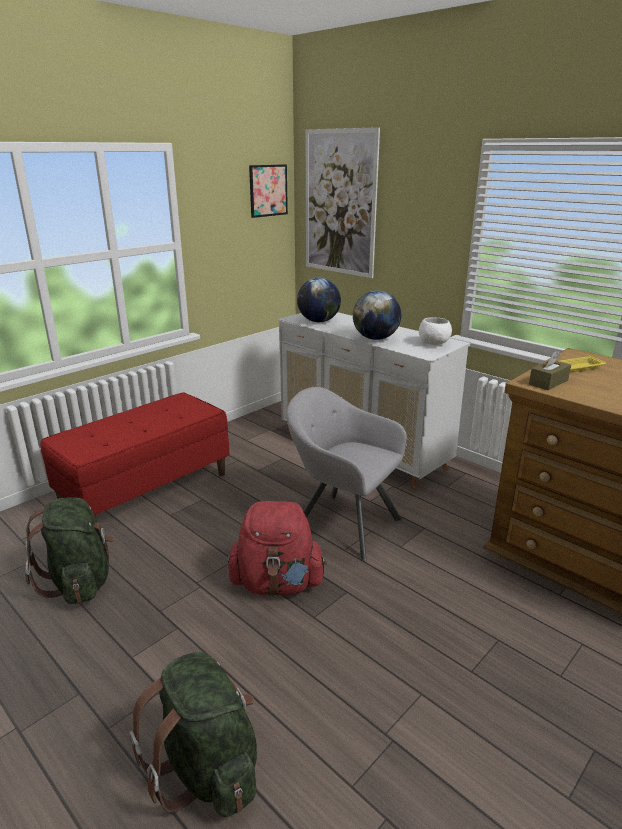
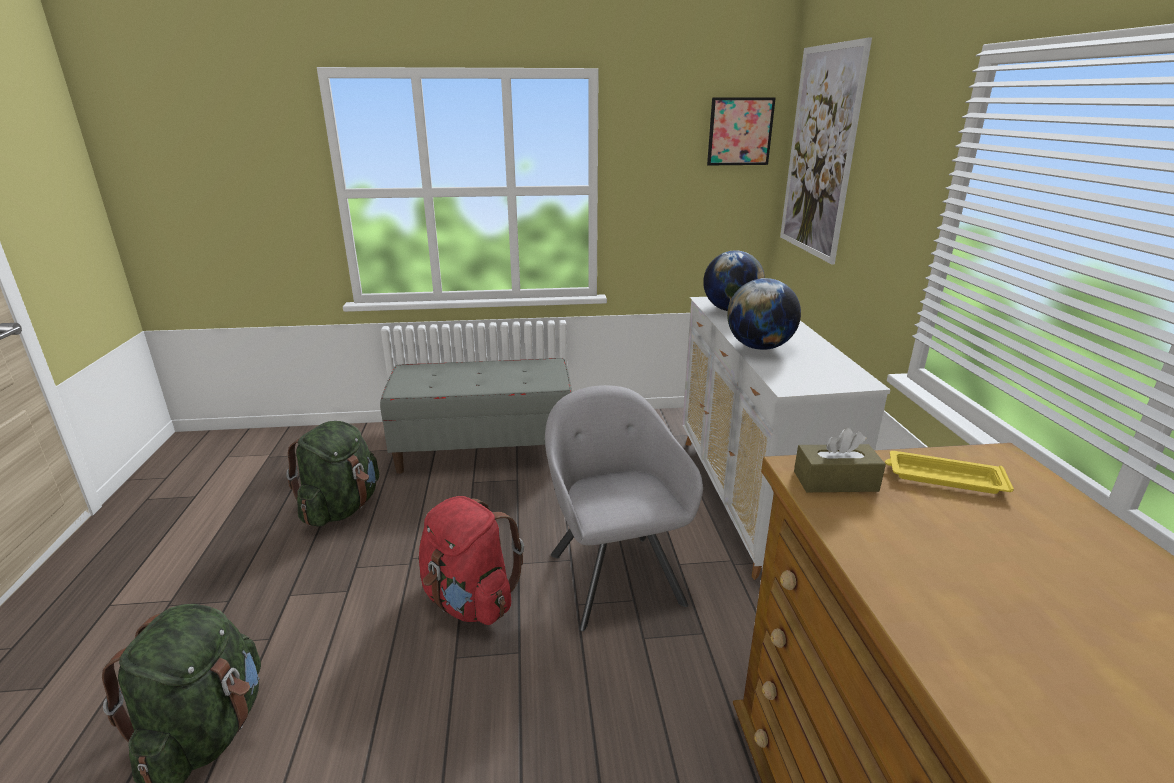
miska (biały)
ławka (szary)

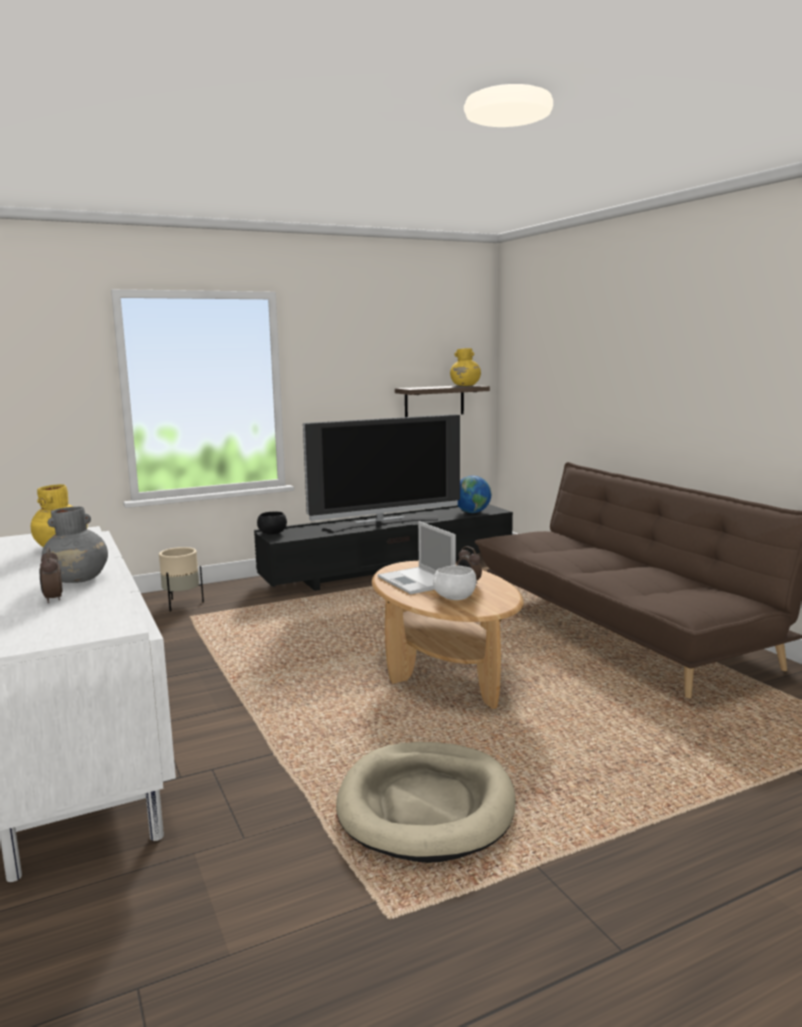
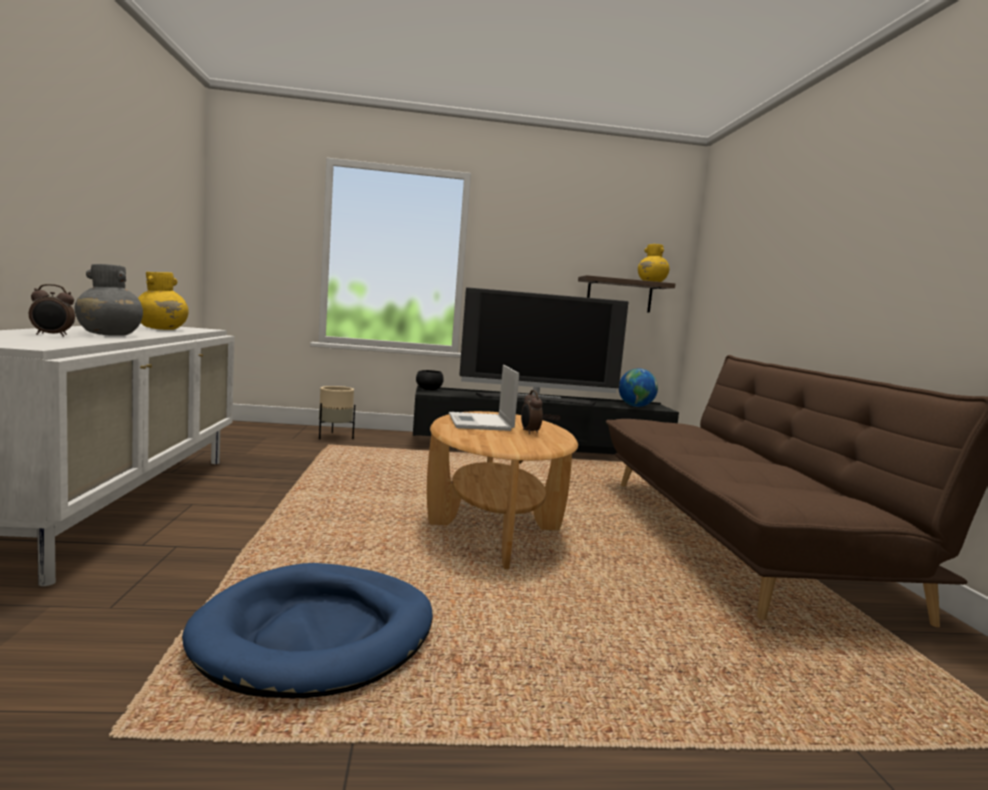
miska (biały)
legowisko (niebieski)
budzik (1st from left)

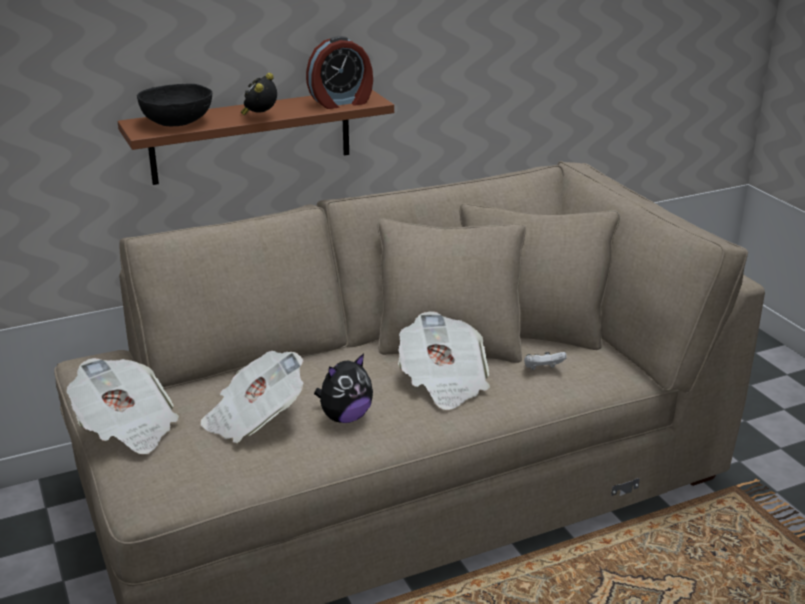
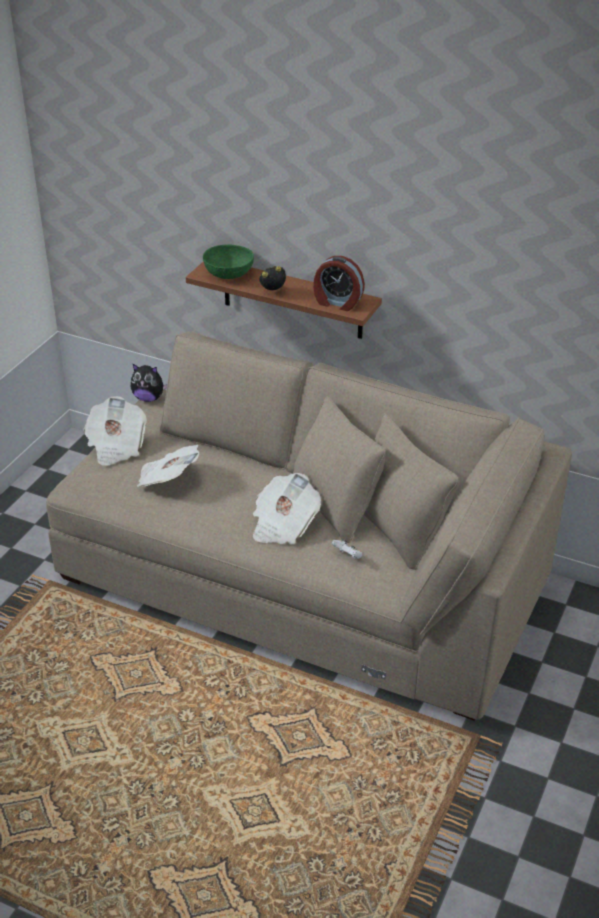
pluszak
miska (zielony)

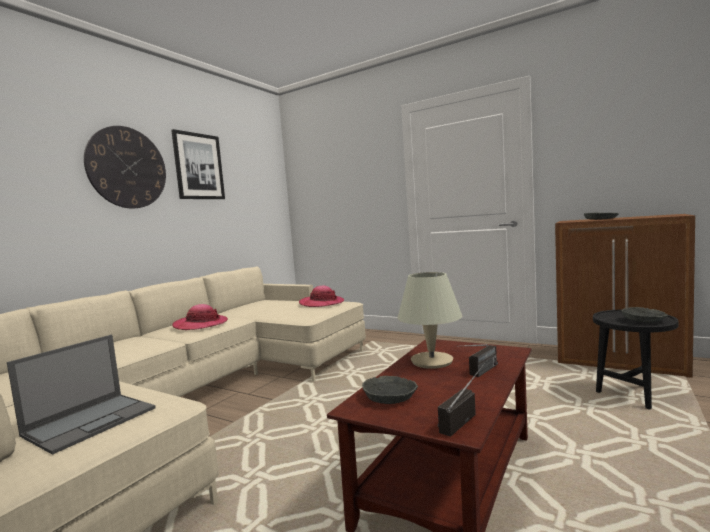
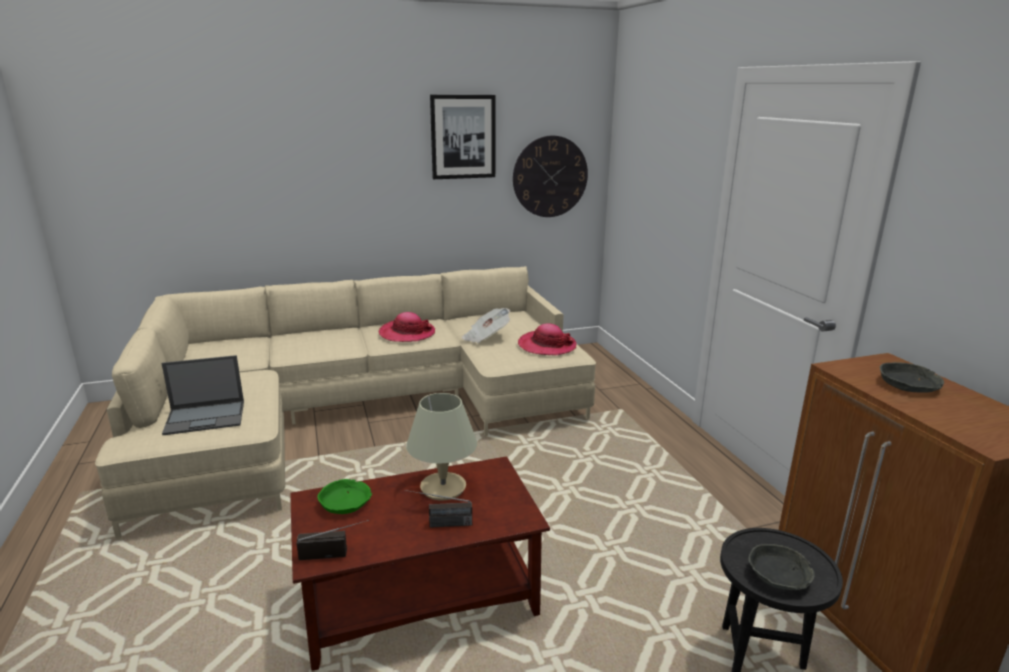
gazeta
zegar ścienny
miska (zielony)

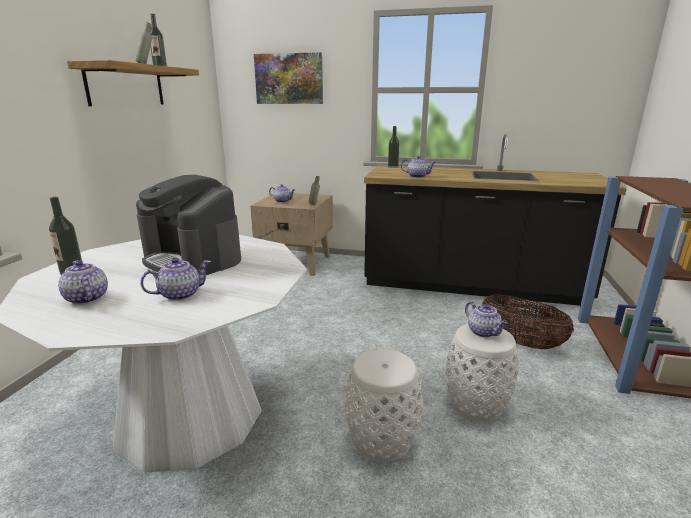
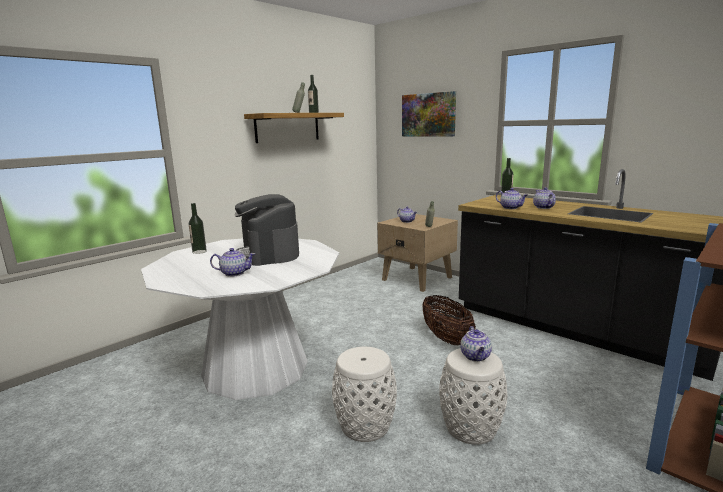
imbryk (5th from left)
koszyk

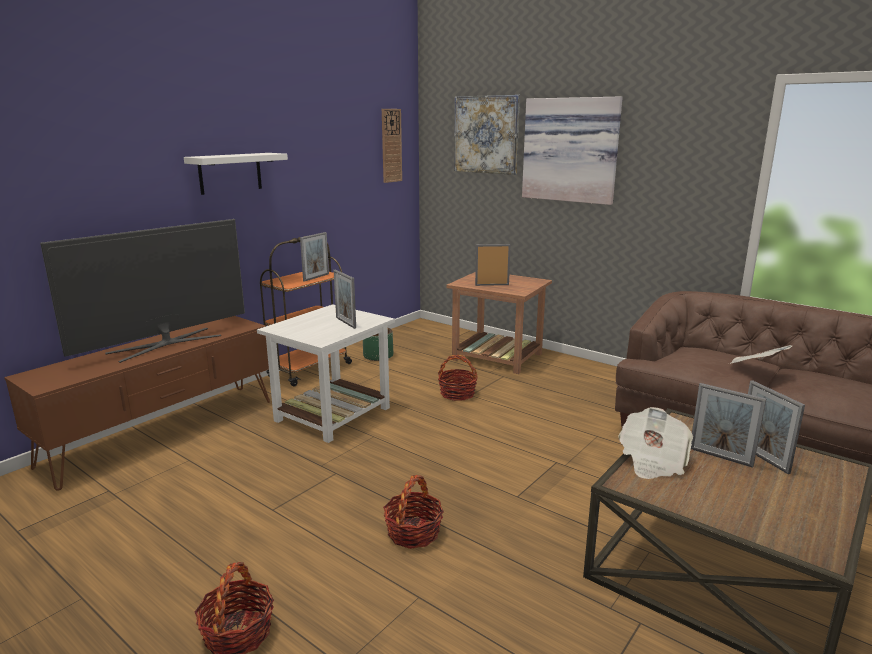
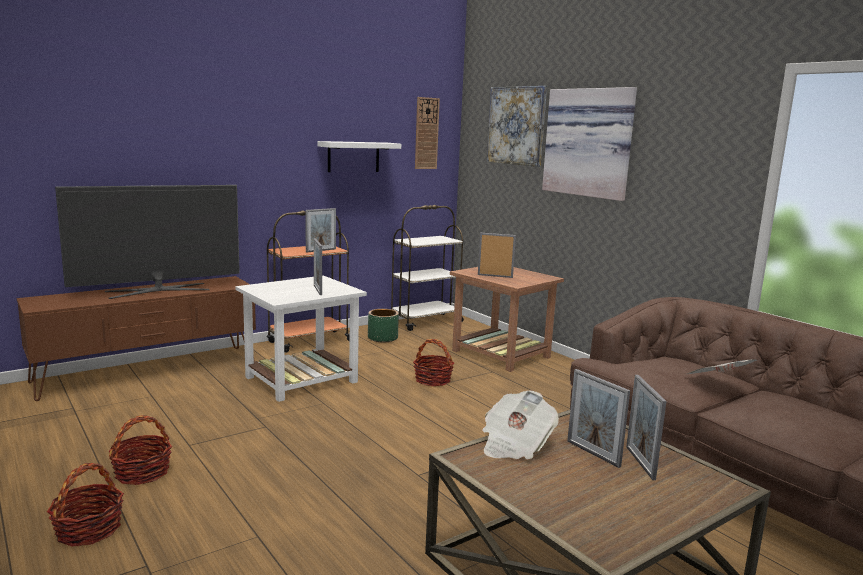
wózek (biały)
półka (biały)
koszyk (2nd from left)

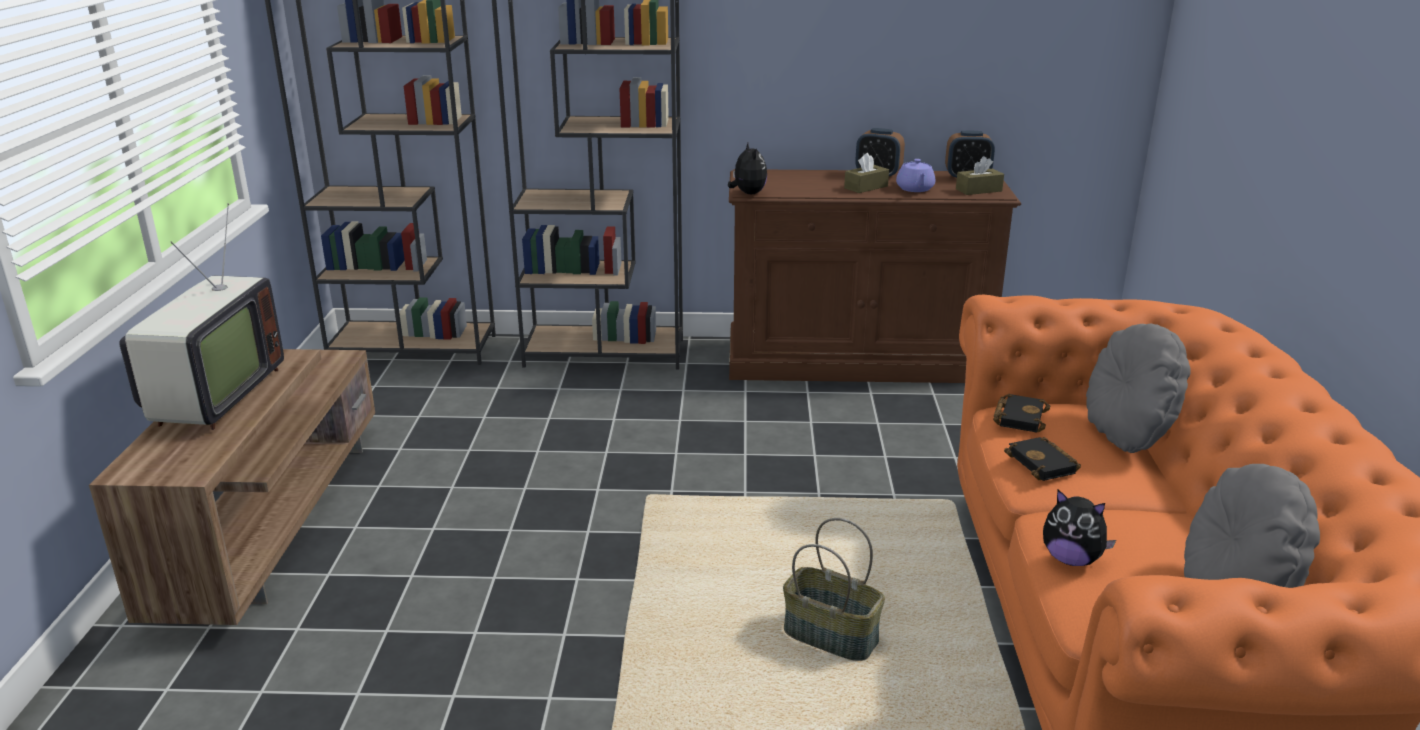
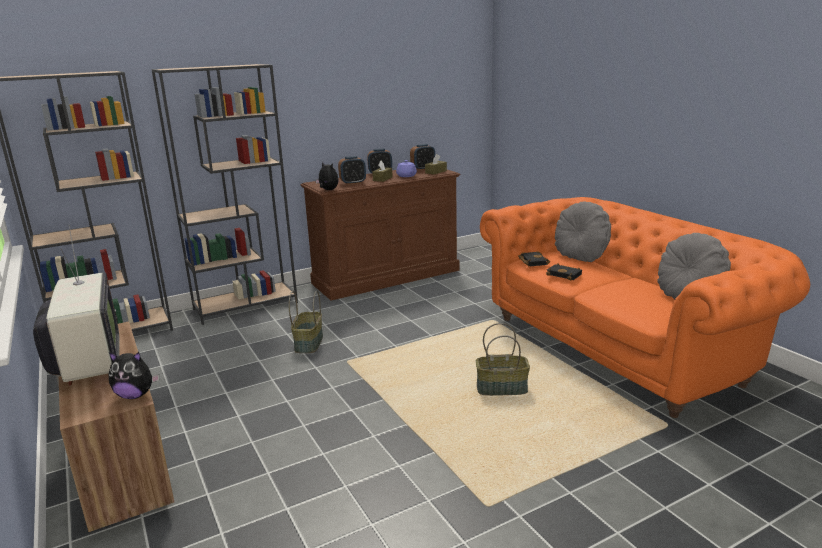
koszyk (1st from left)
budzik (1st from left)
pluszak (1st from left)

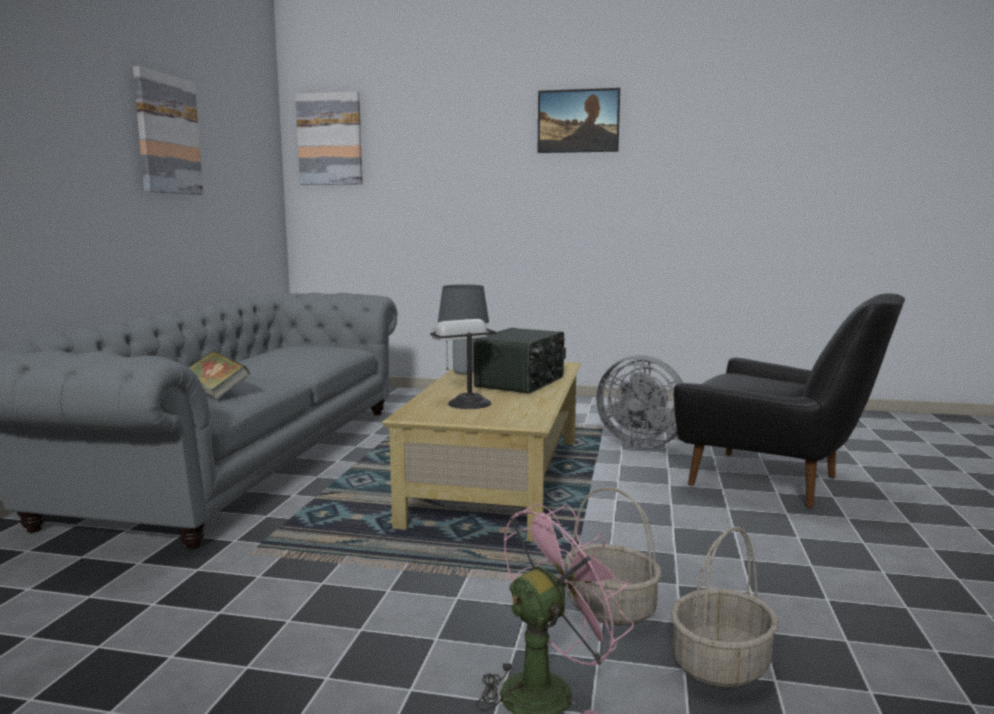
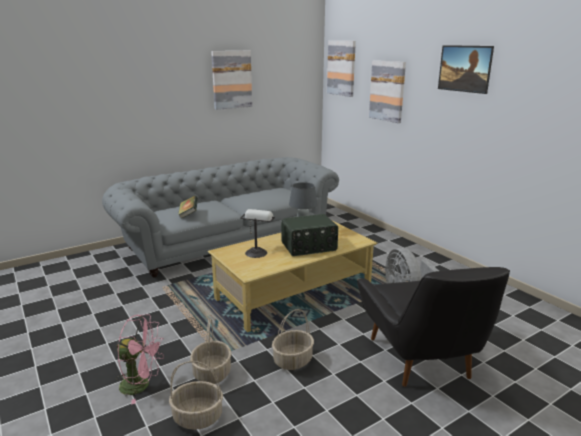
koszyk (3rd from left)
obraz (3rd from left)

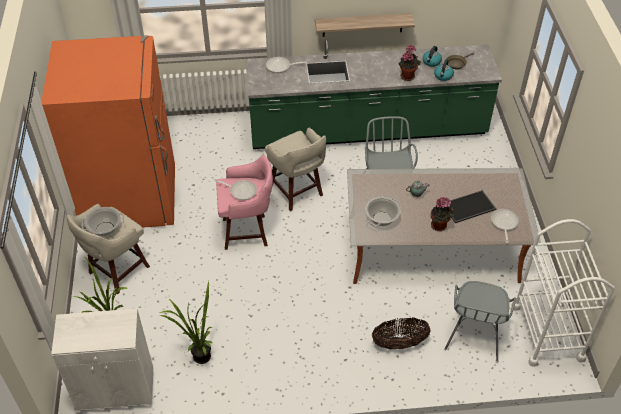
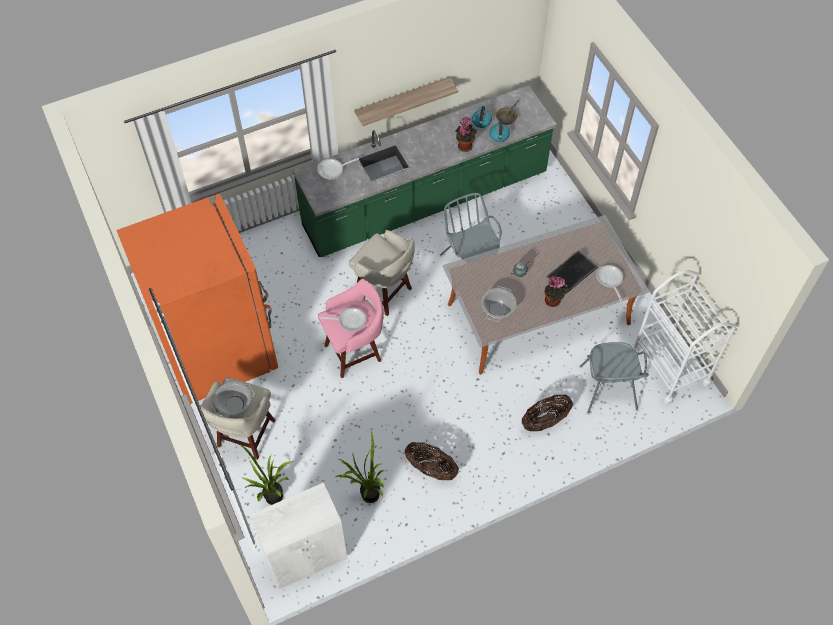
koszyk (1st from left)

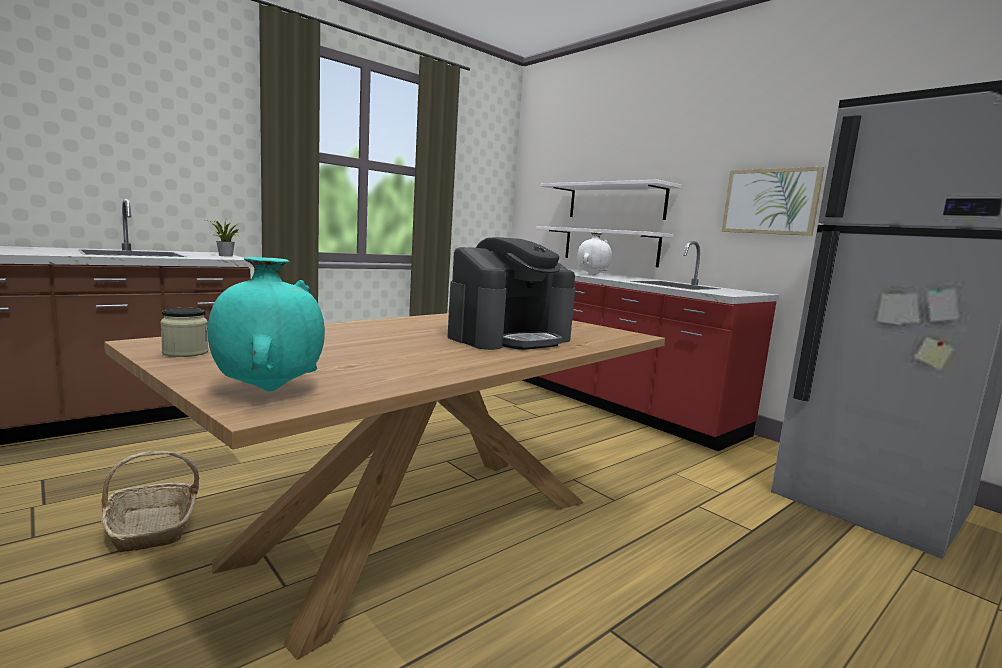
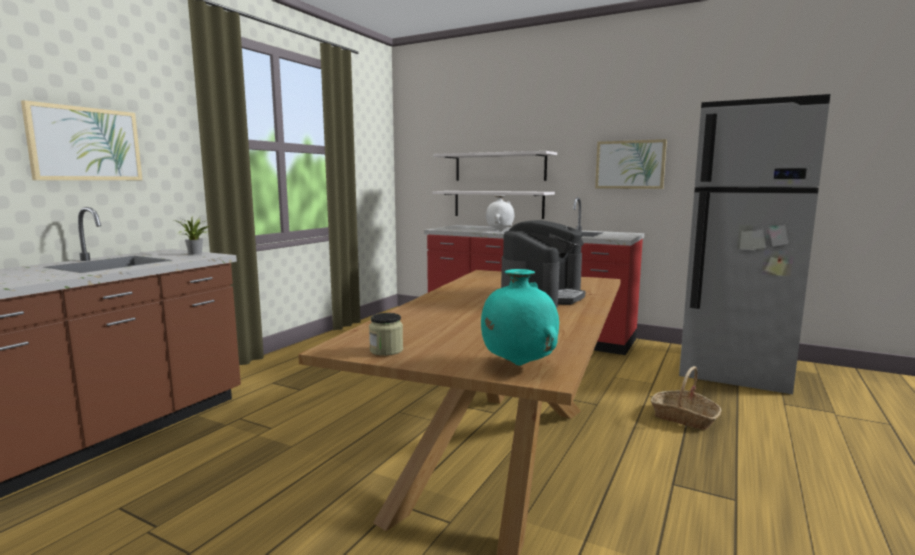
obraz (1st from left)
koszyk

